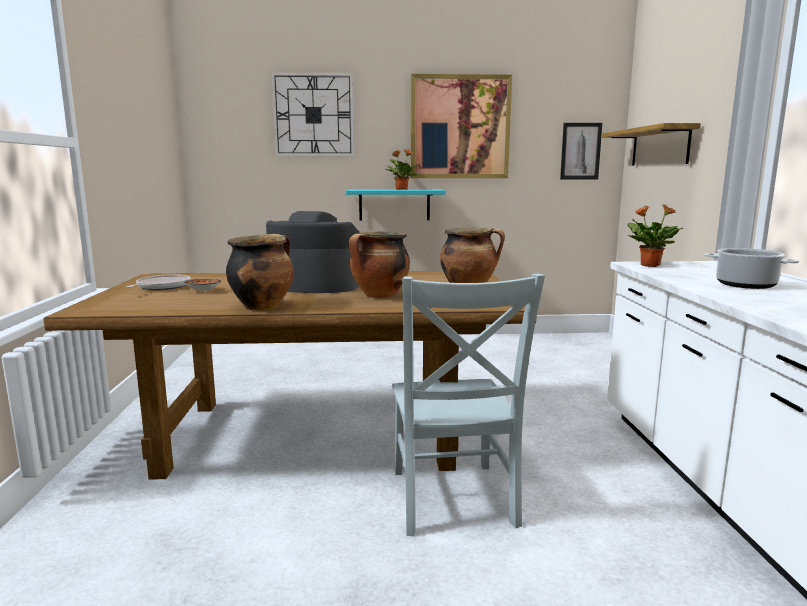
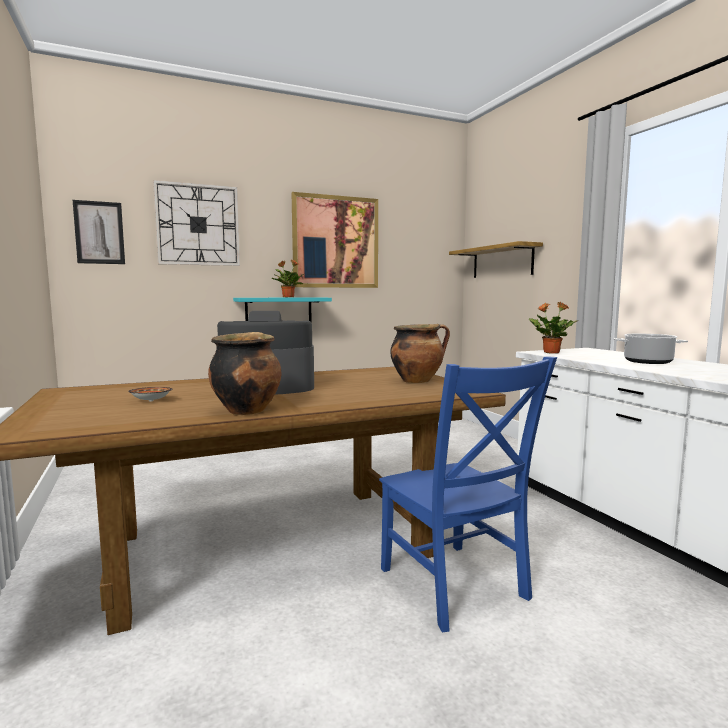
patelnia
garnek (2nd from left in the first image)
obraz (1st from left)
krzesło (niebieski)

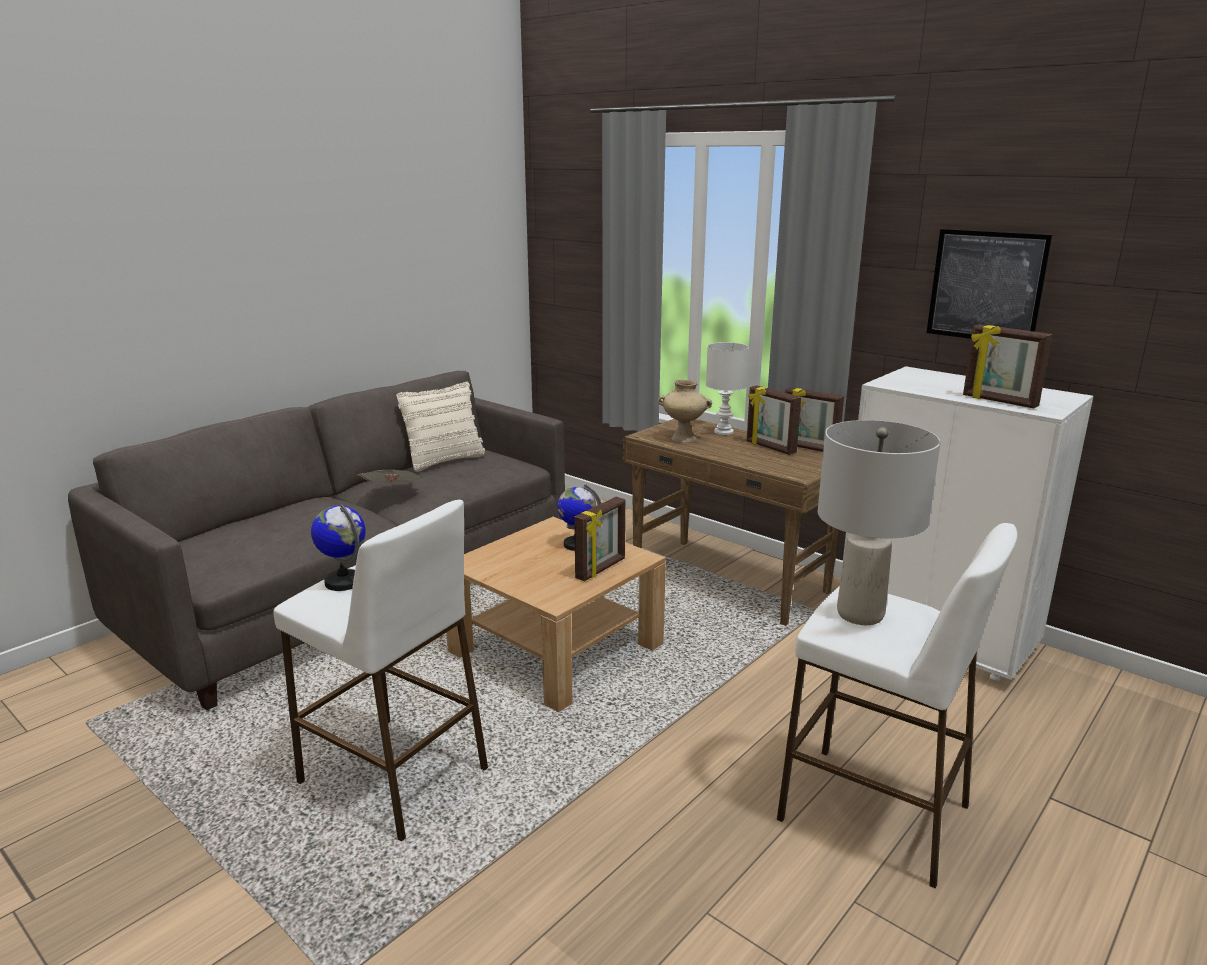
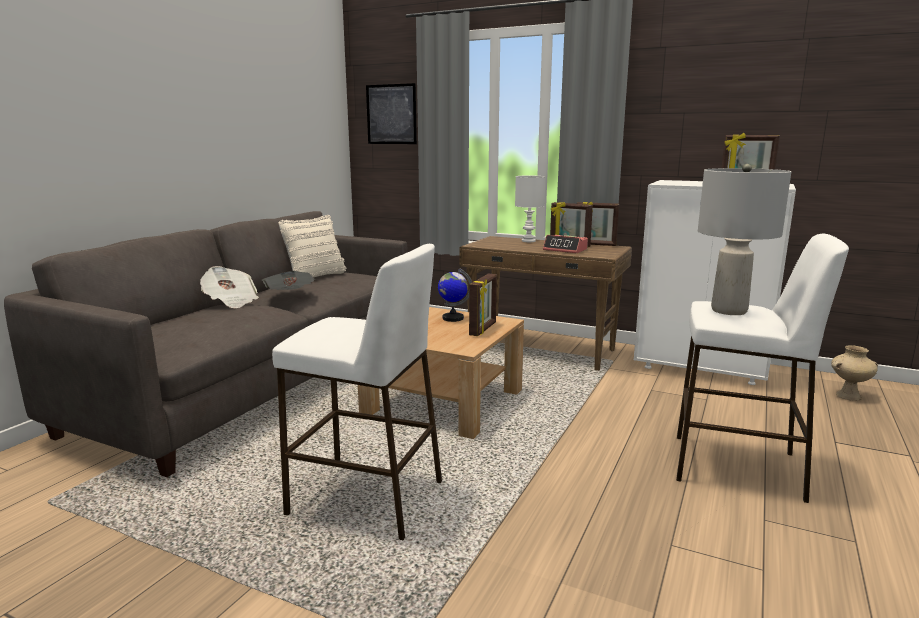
globus (1st from left in the first image)
gazeta (1st from left)
budzik
wazon (beżowy)
obraz

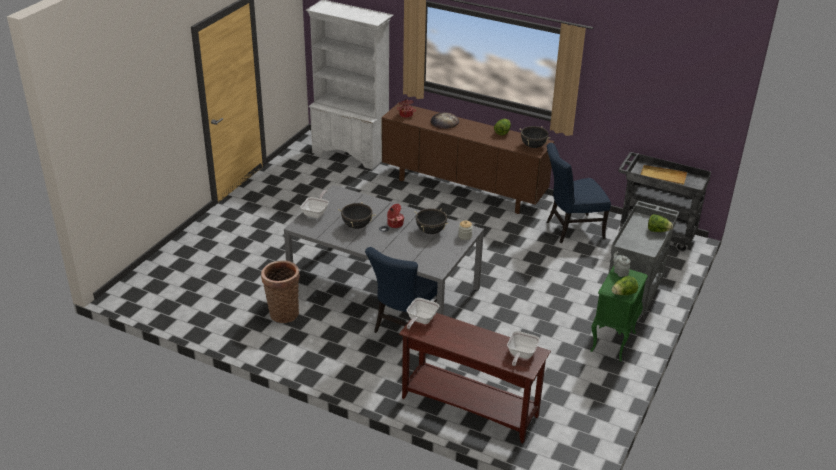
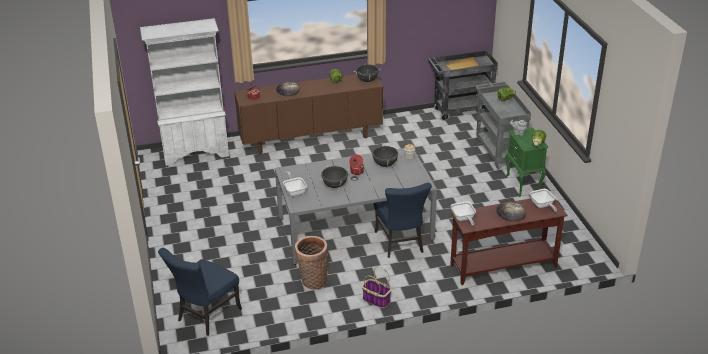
koszyk (2nd from left)
chleb (2nd from left)
krzesło (niebieski) (1st from left)

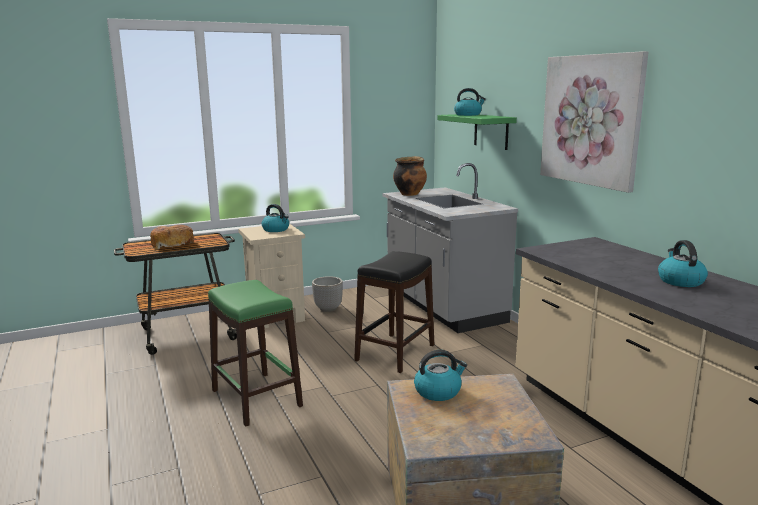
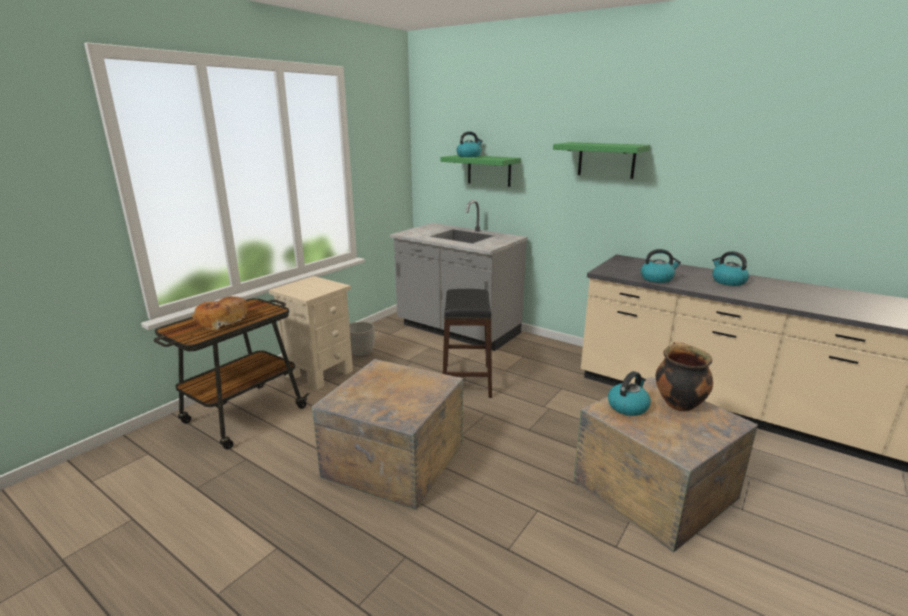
czajnik (3rd from left)
garnek
skrzynka (1st from left)
półka (zielony) (2nd from left)

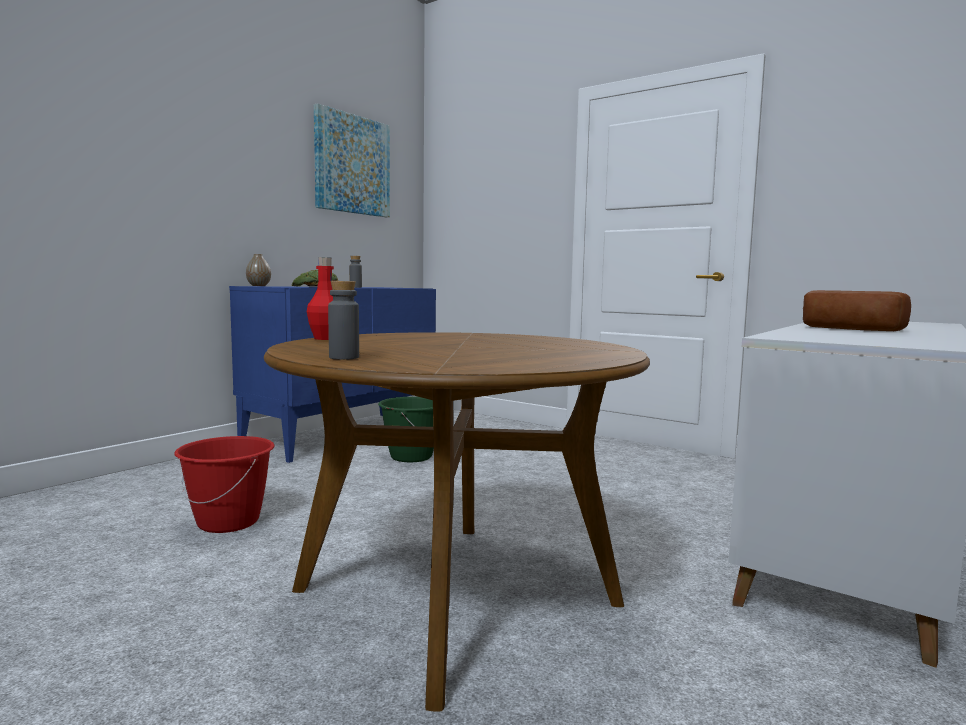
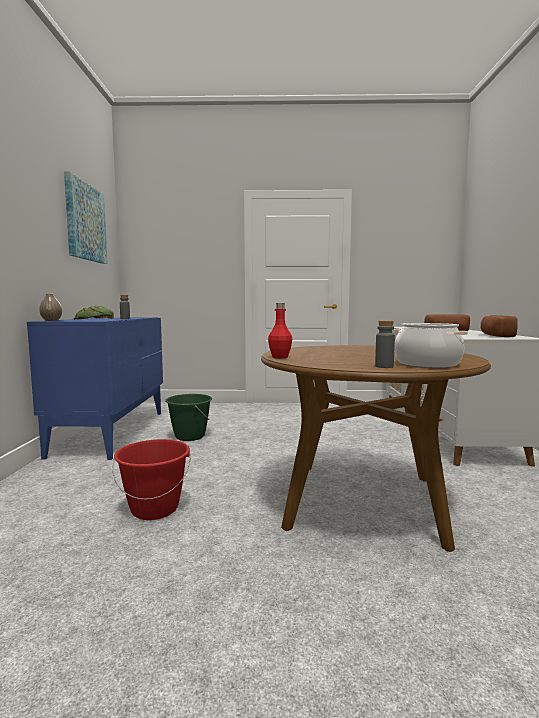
garnek
chleb (3rd from left)

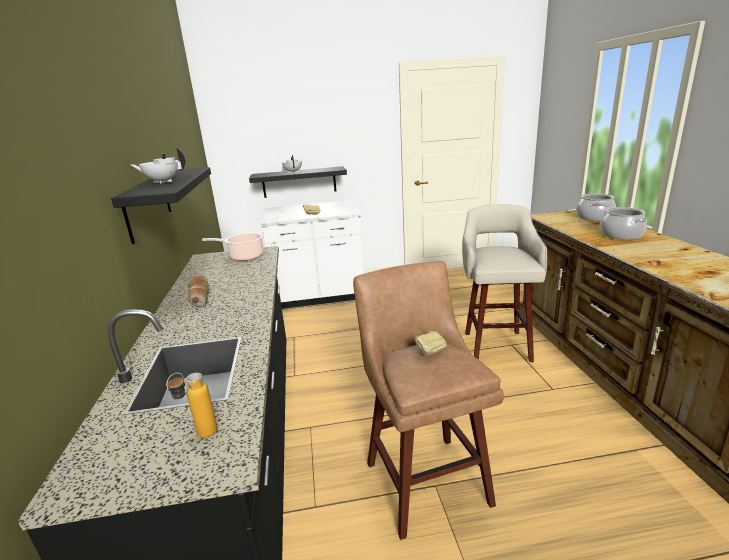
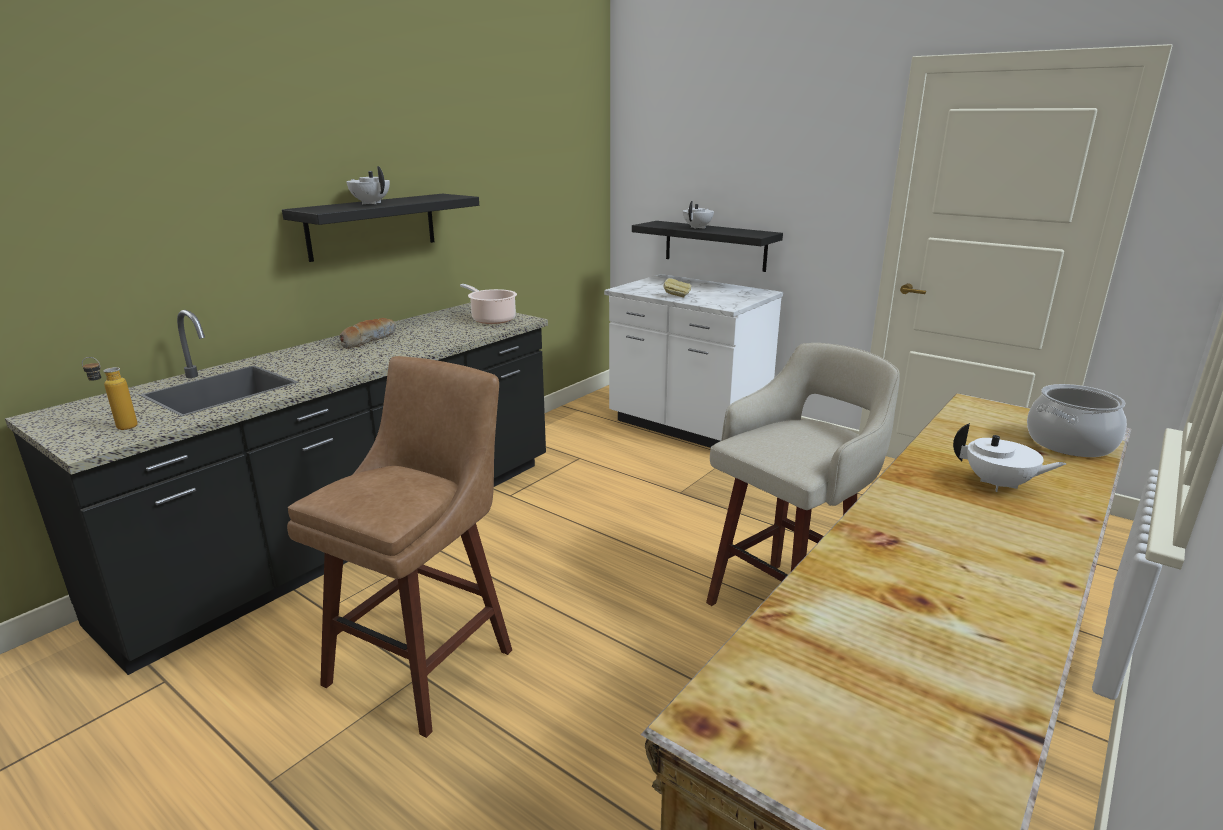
chleb (3rd from left in the first image)
imbryk (biały) (3rd from left)

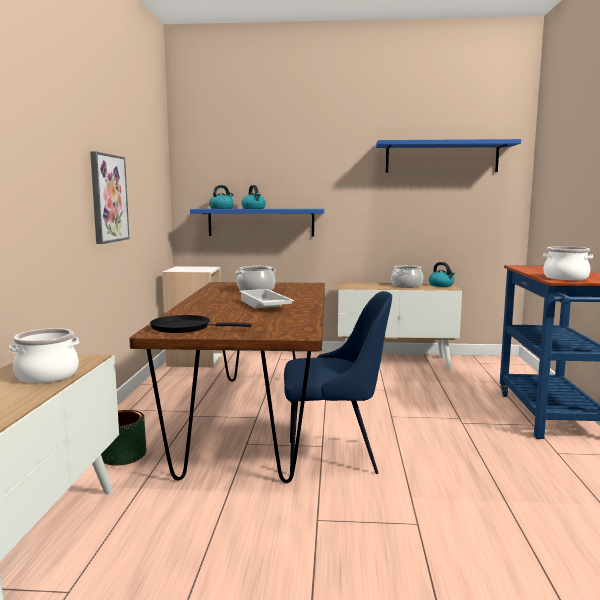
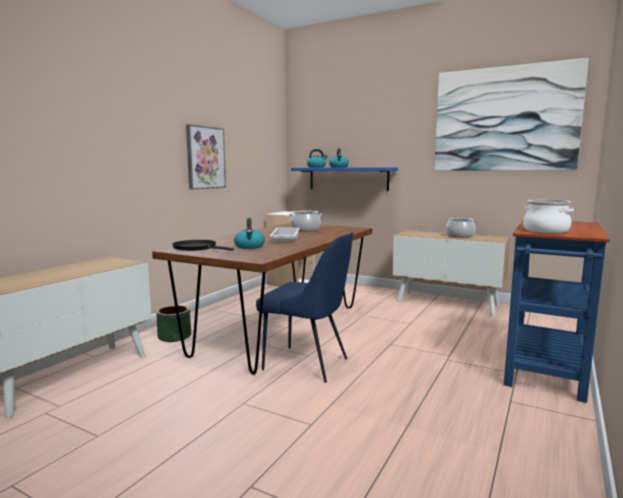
garnek (1st from left in the first image)
czajnik (1st from left)
obraz (2nd from left)

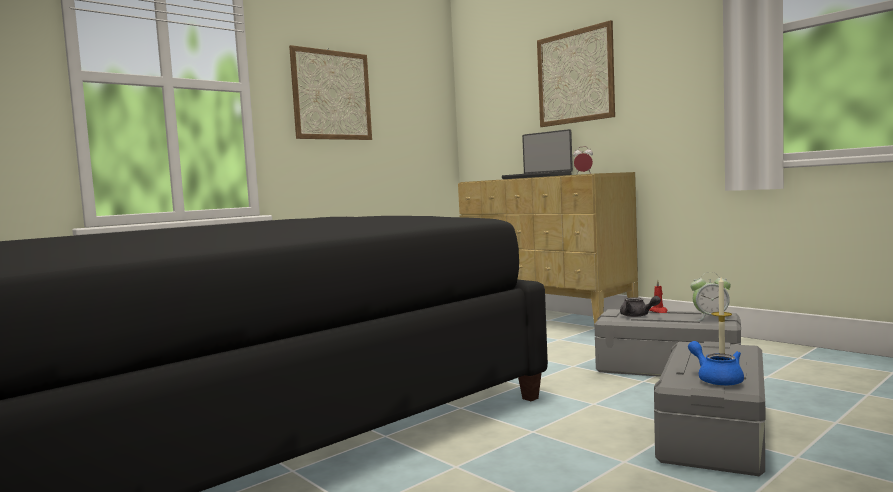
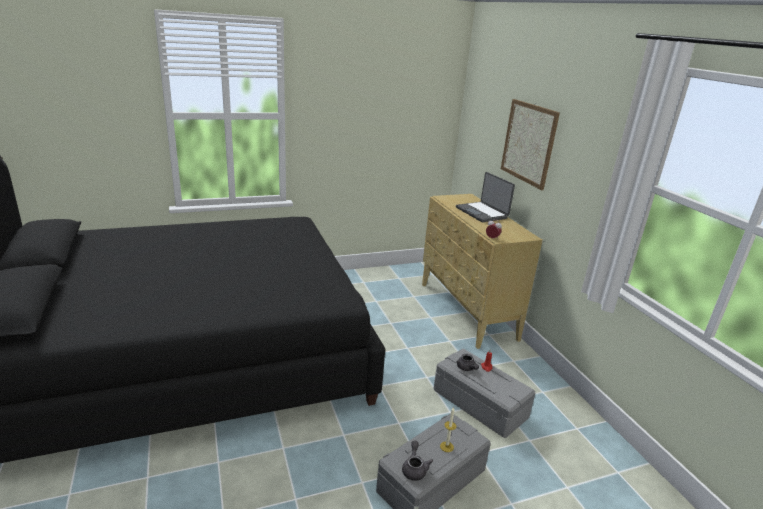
obraz (1st from left in the first image)
budzik (2nd from left in the first image)
imbryk (szary) (1st from left)

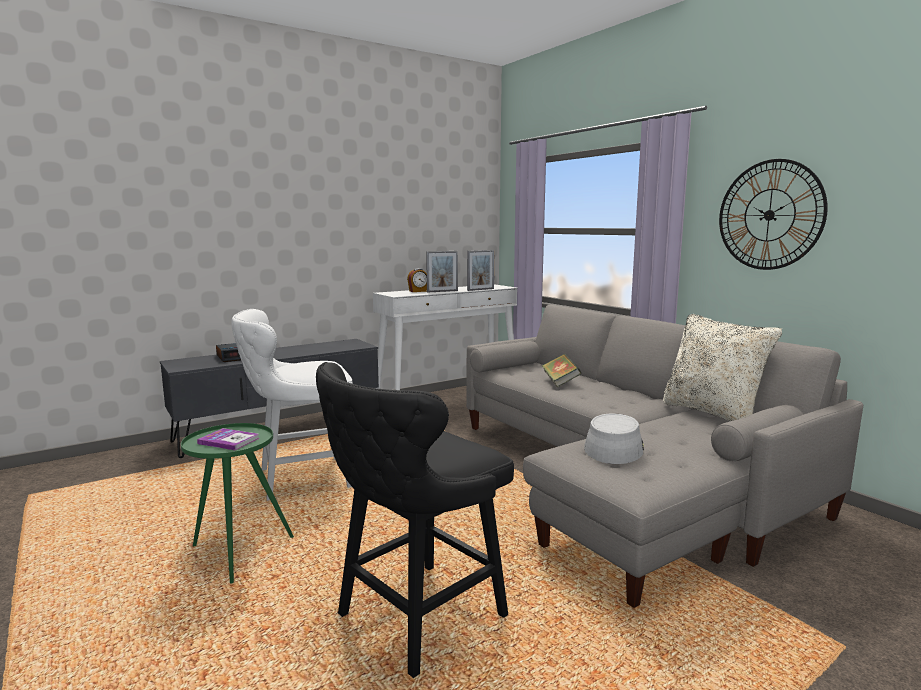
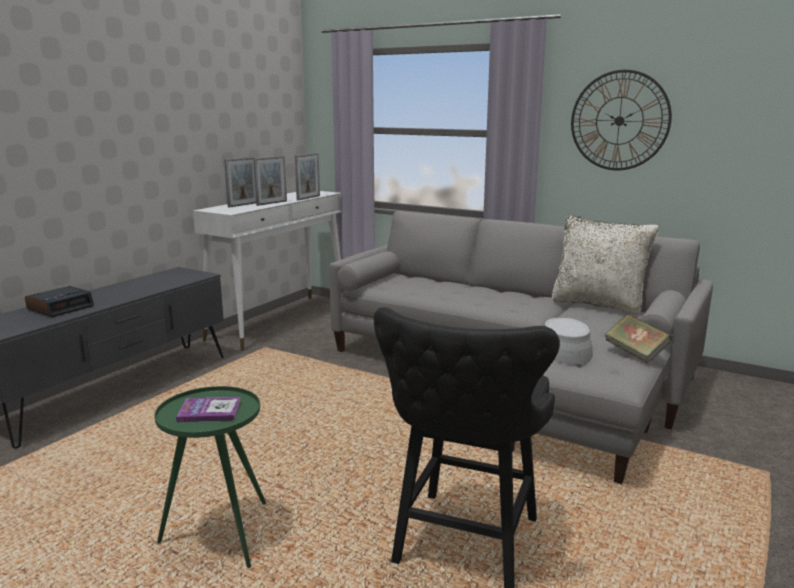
stołek (biały)
książka (2nd from left)
ramka na zdjęcie (1st from left)

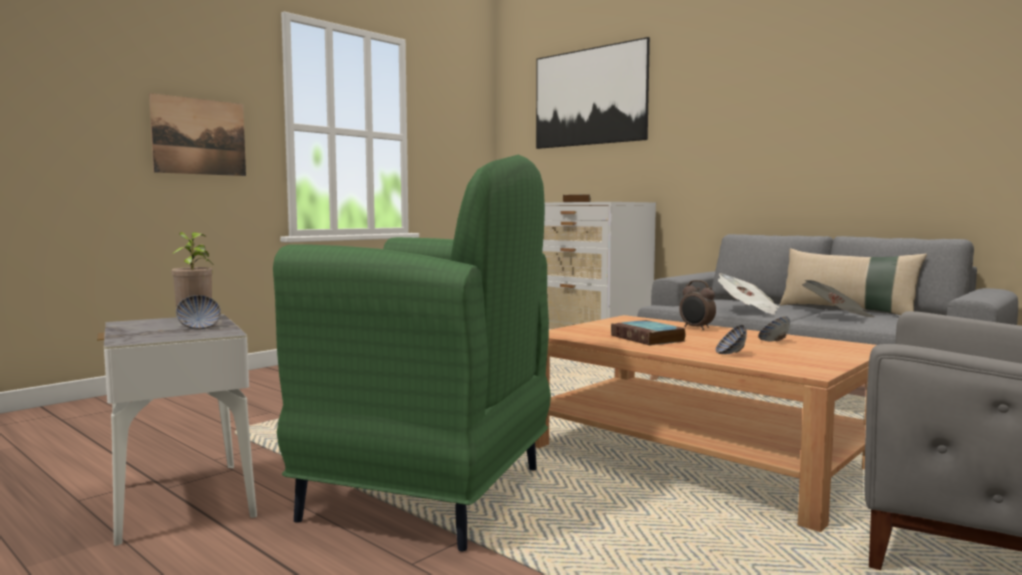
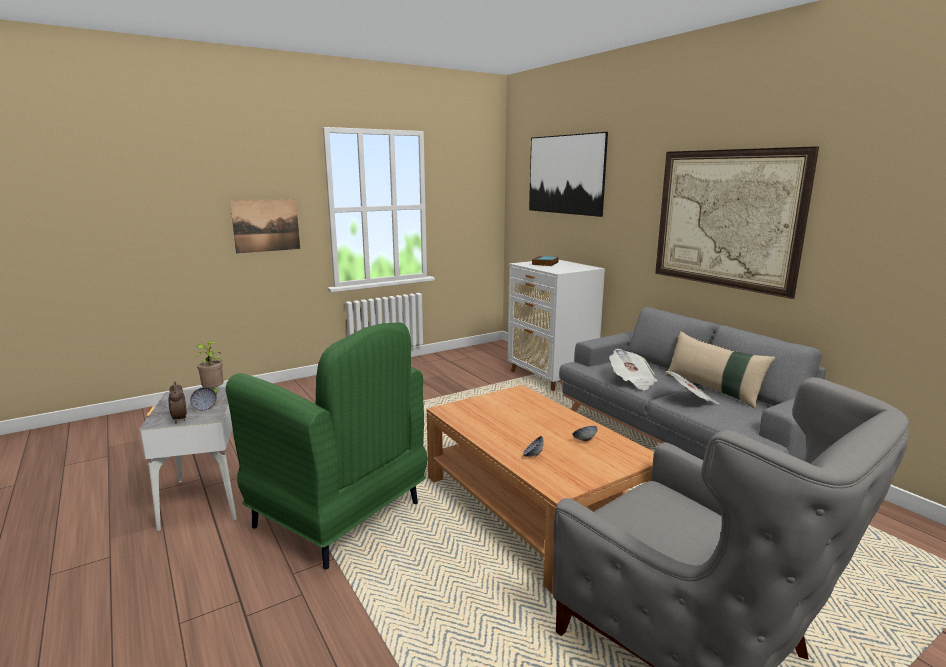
książka (2nd from left in the first image)
obraz (3rd from left)
budzik

